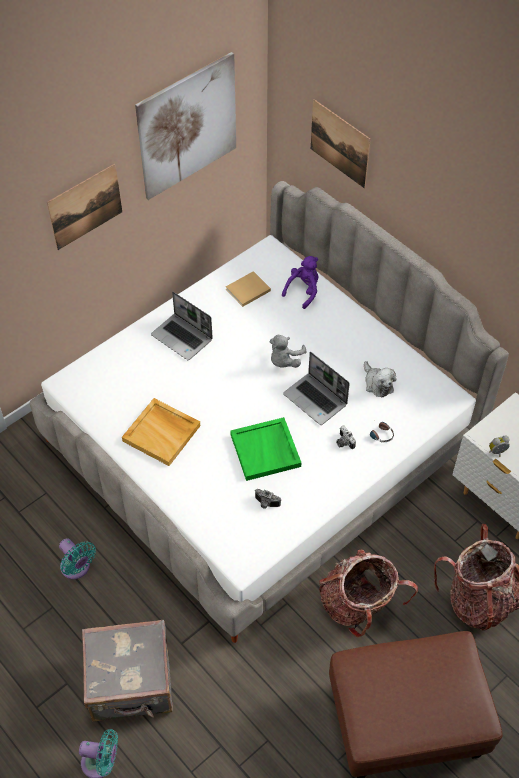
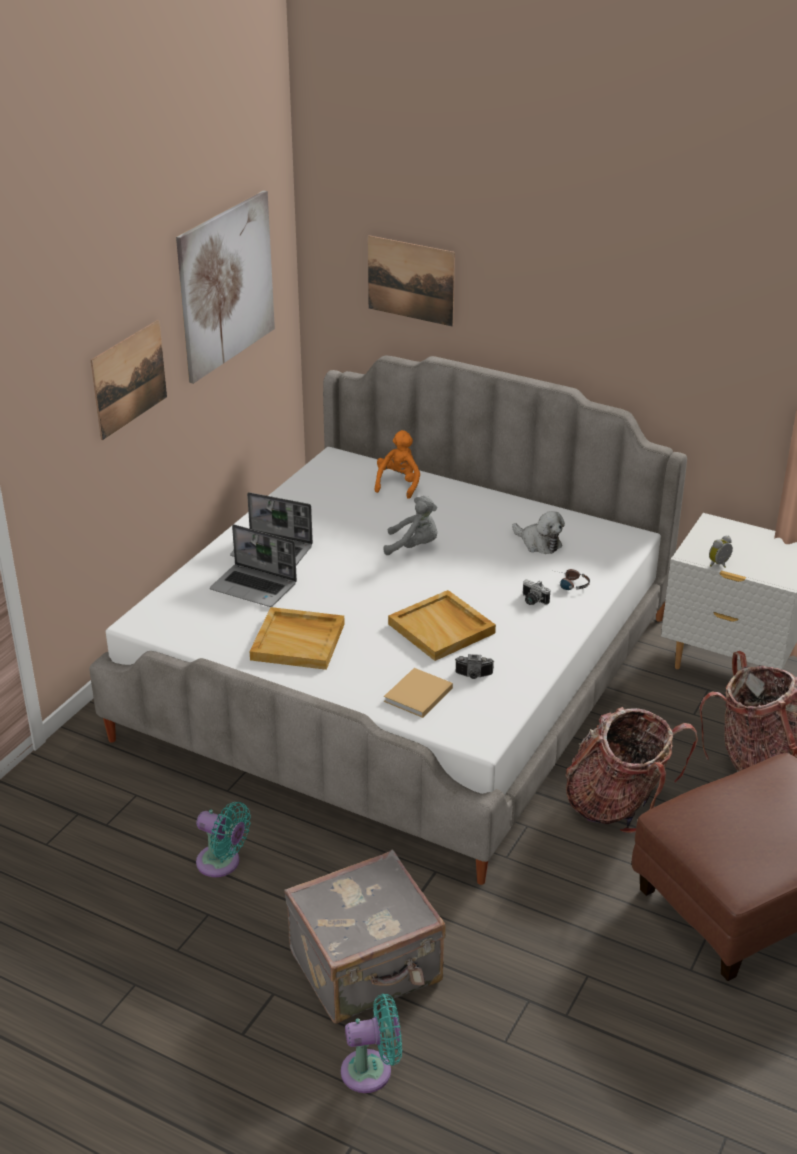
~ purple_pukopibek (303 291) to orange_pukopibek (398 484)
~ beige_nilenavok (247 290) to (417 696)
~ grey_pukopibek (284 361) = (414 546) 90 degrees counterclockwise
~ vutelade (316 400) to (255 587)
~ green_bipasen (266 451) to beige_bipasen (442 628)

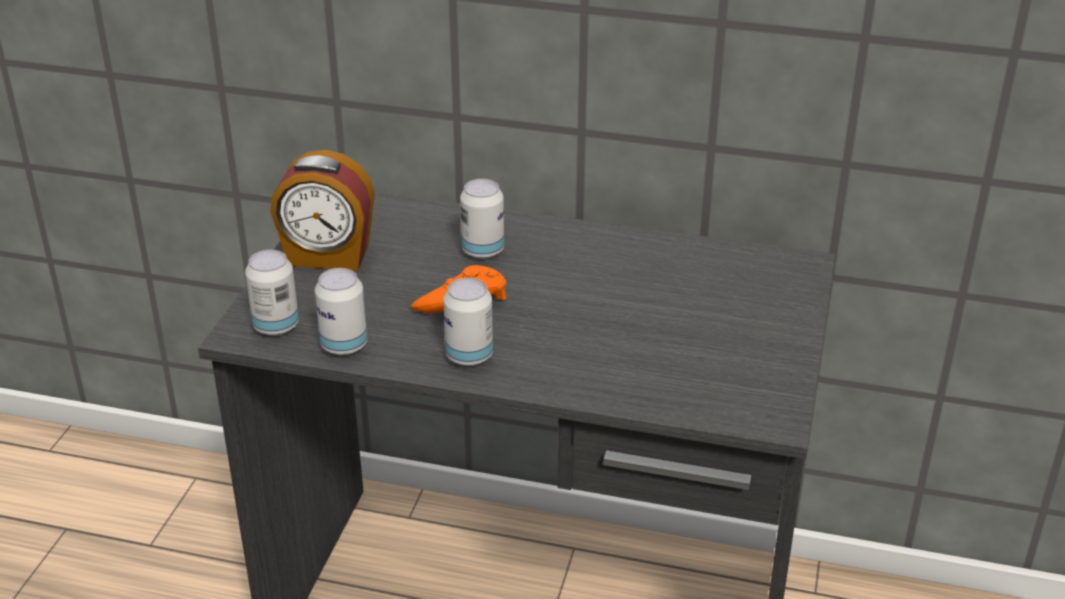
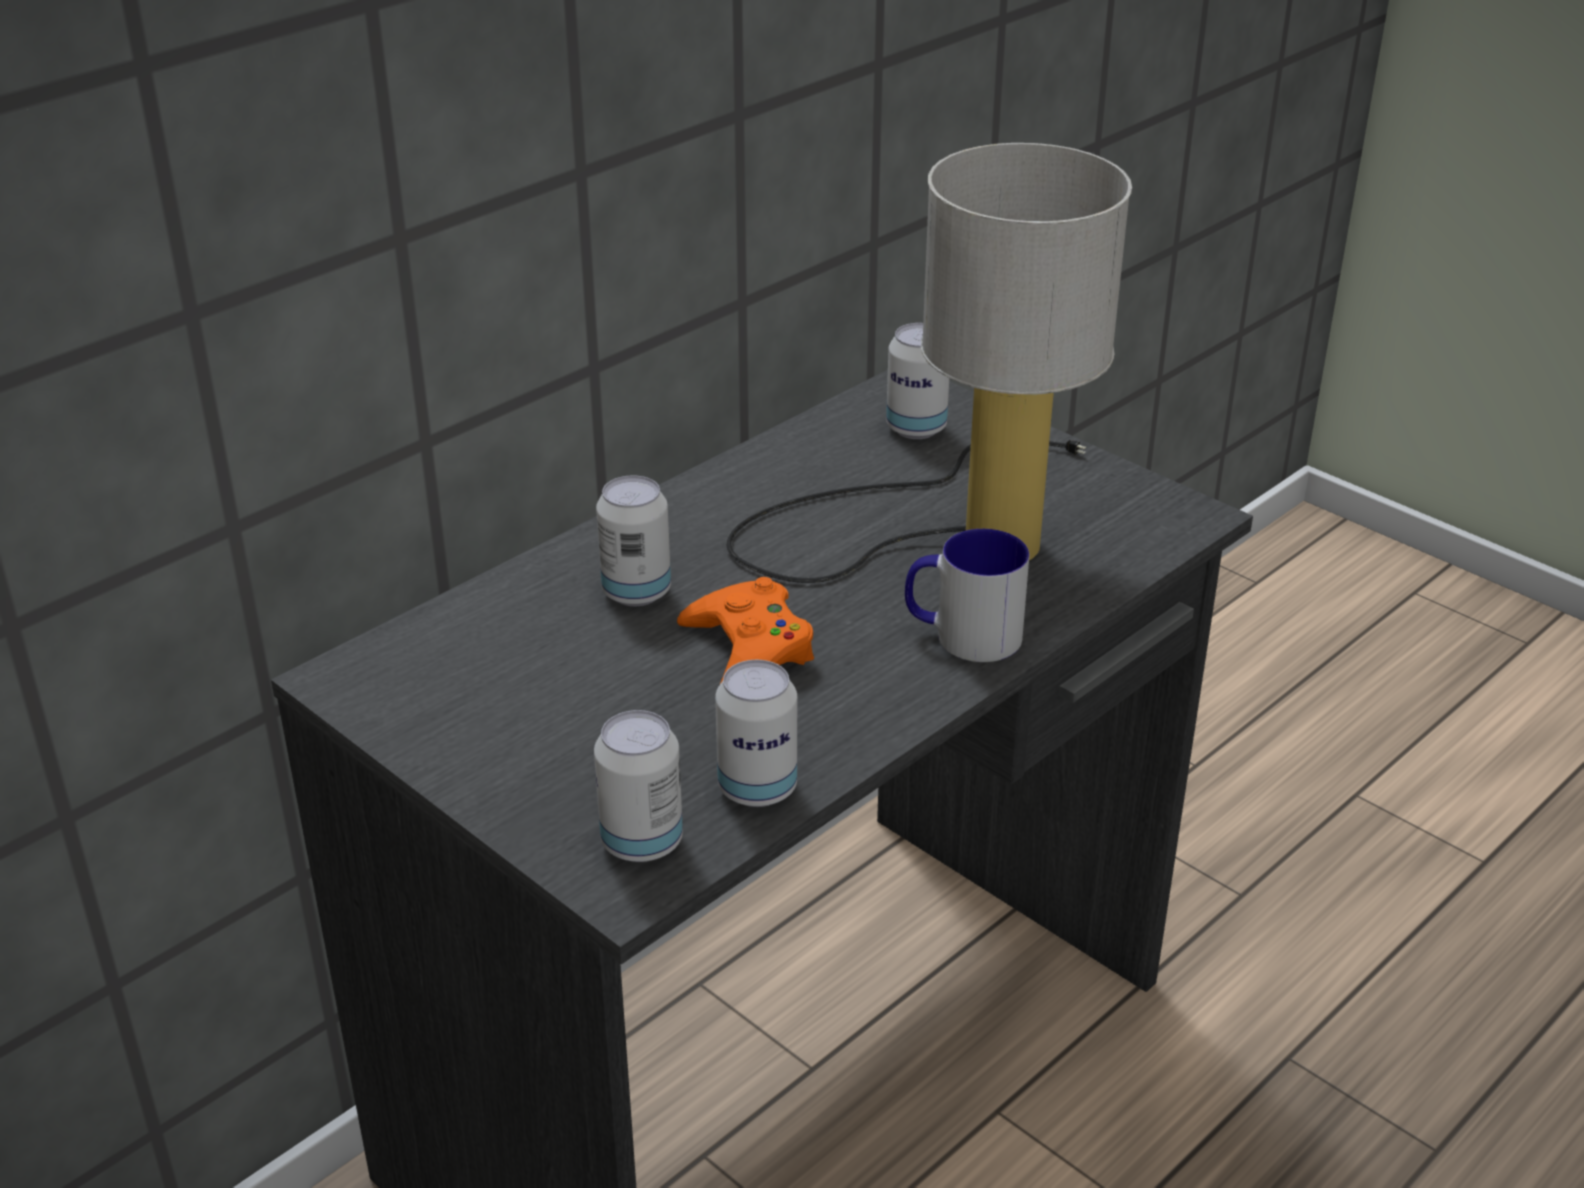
- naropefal (328 257)
~ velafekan (469 356) to (916 428)
+ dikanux (956 529)
+ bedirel (962 635)

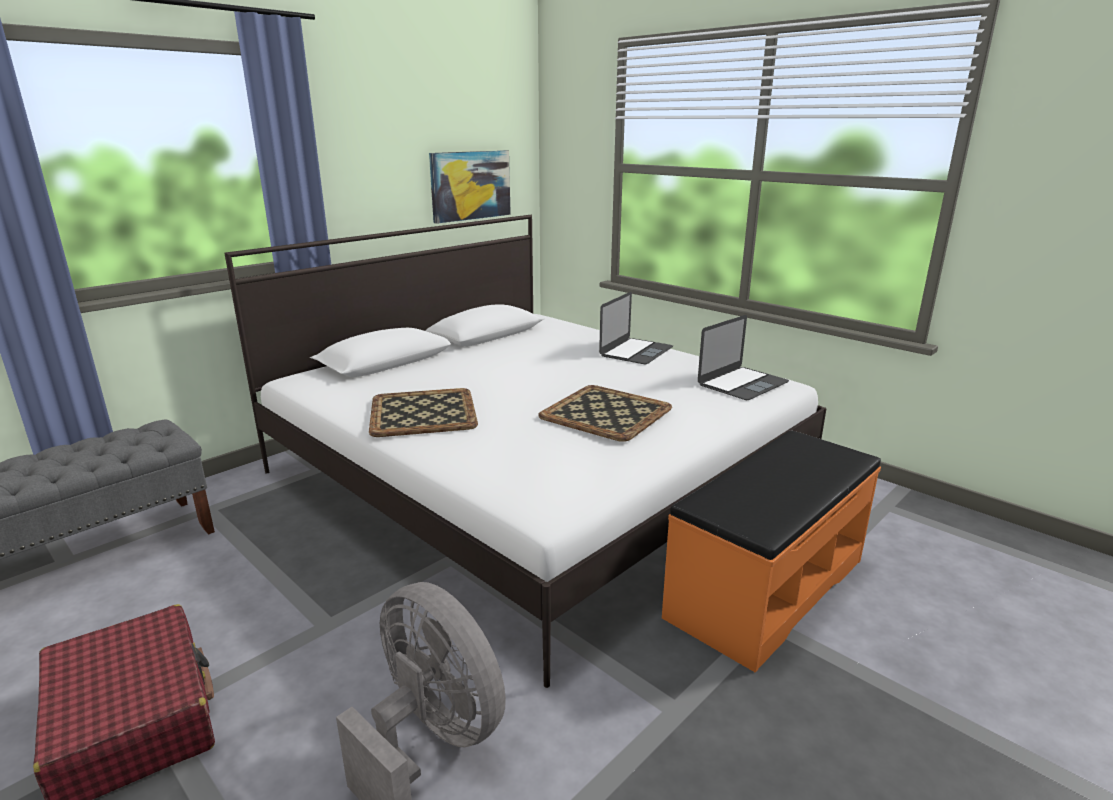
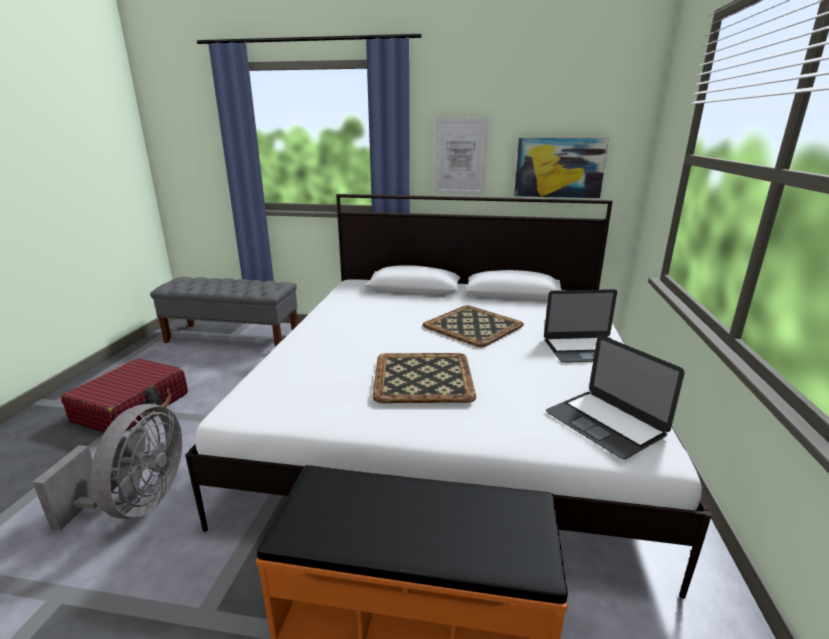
~ vutelade (742 383) = (605 423) 45 degrees clockwise
~ bipasen (424 412) to (474 326)
+ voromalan (460 156)

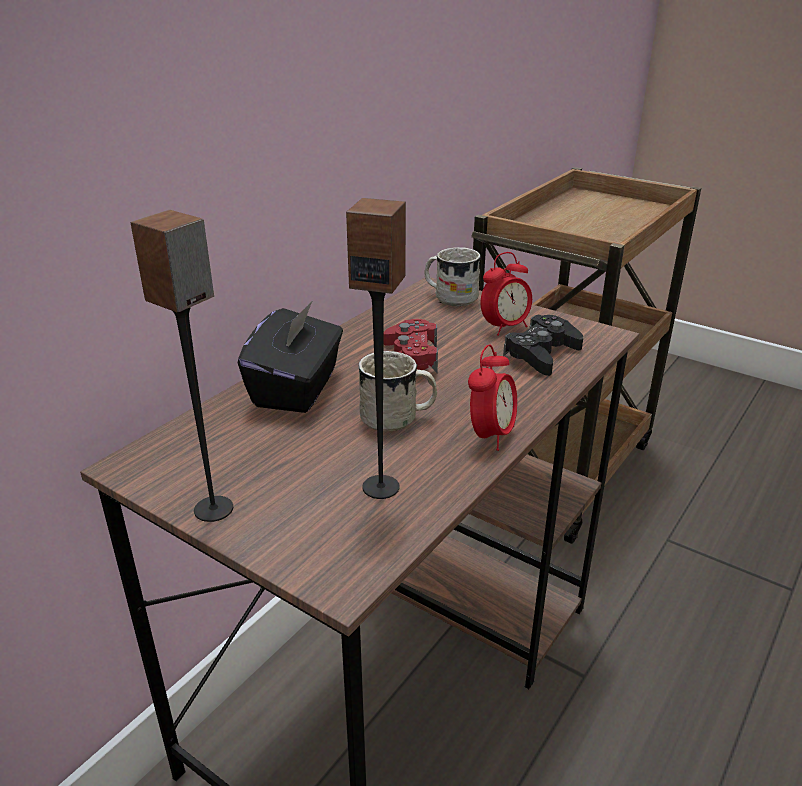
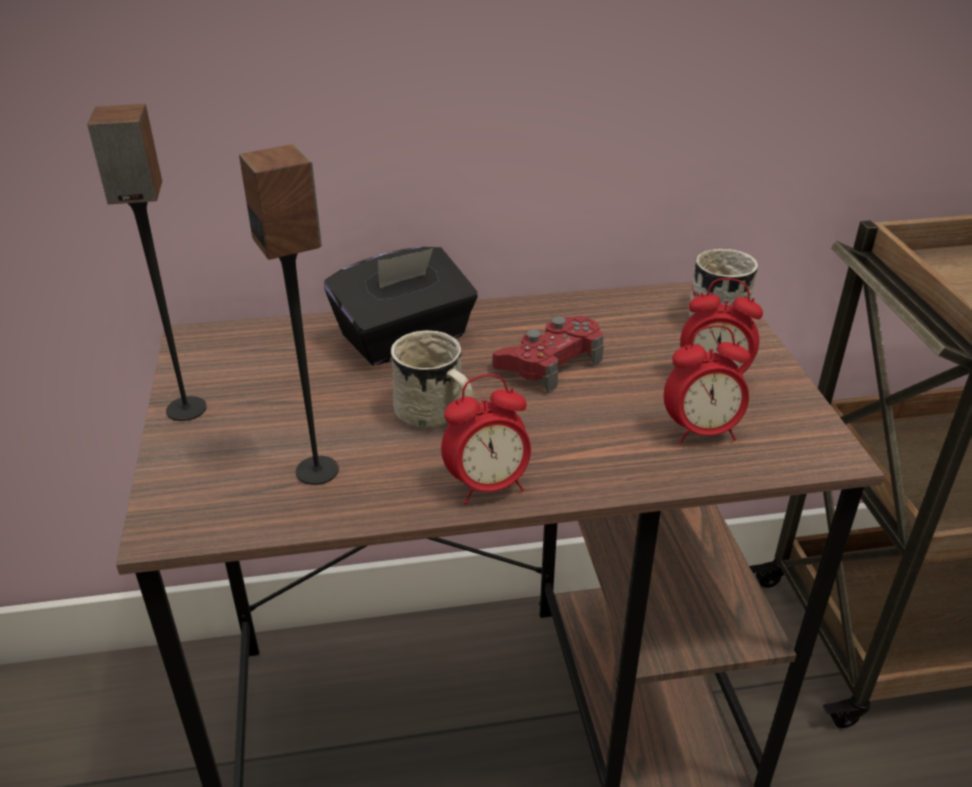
~ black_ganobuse (541 354) to naropefal (701 432)

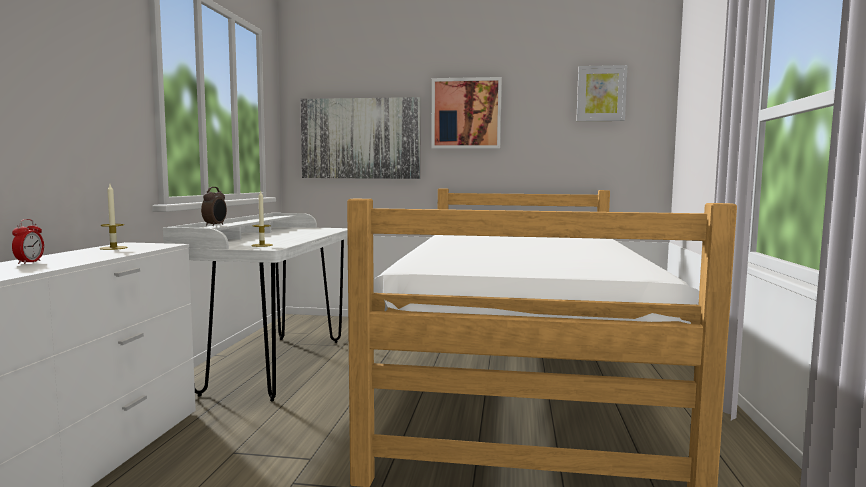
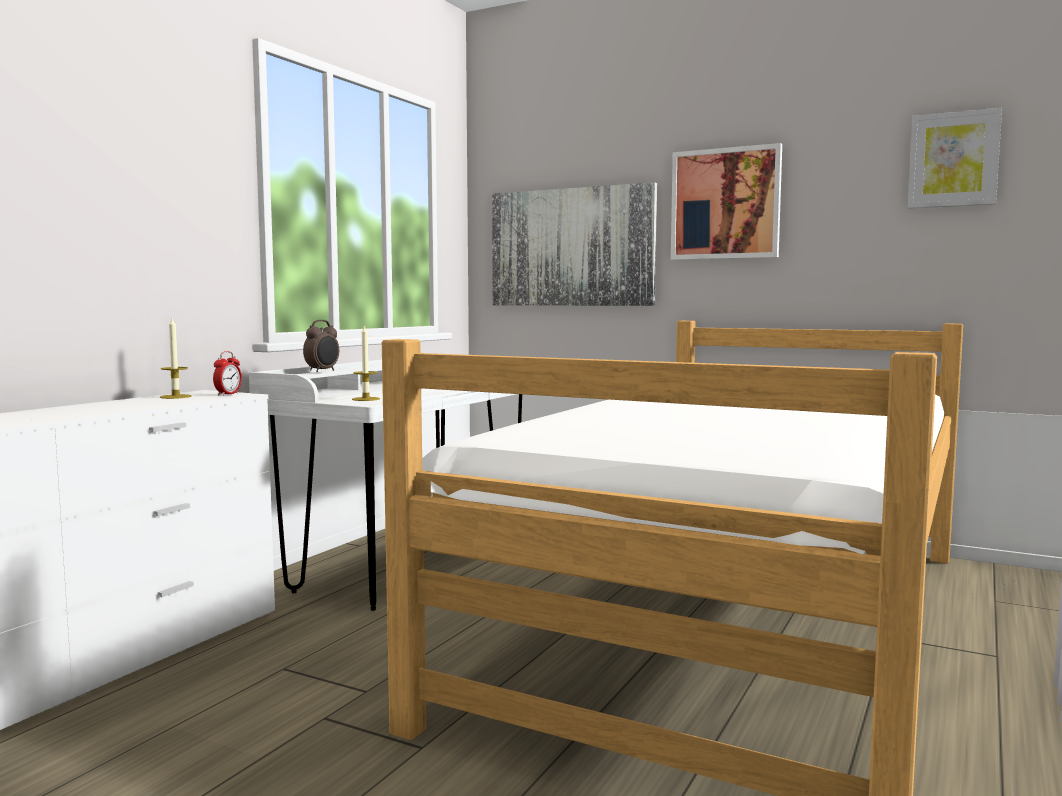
~ naropefal (29 262) to (228 394)

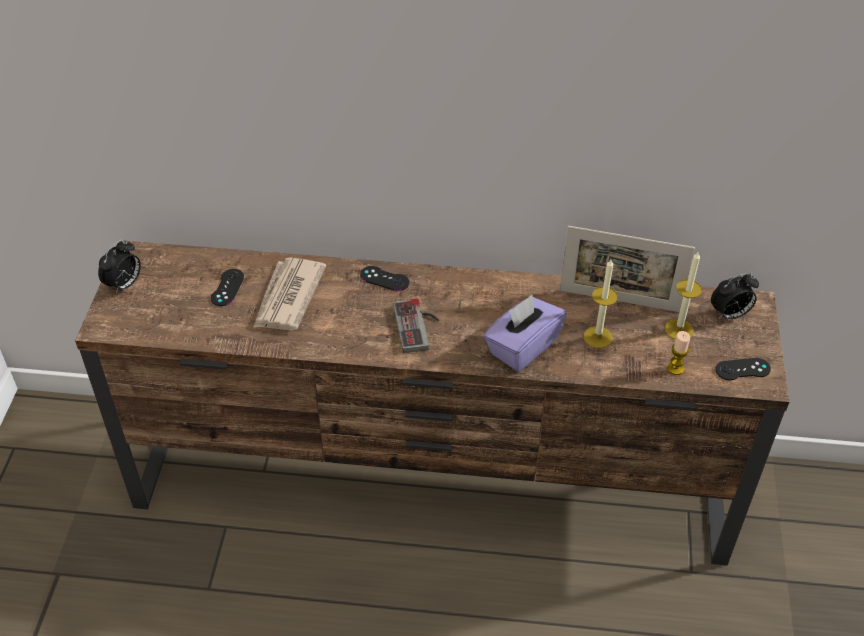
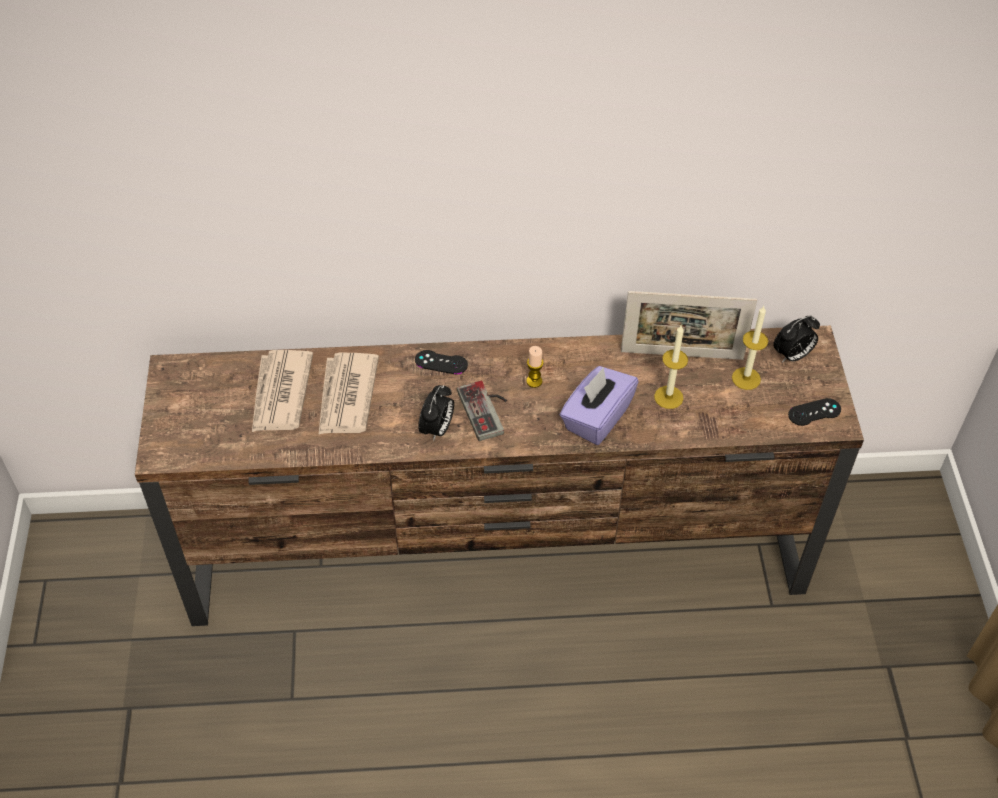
~ naropefal (124 285) to (437 429)
~ black_ganobuse (227 287) to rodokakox (280 394)
~ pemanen (675 368) to (534 381)

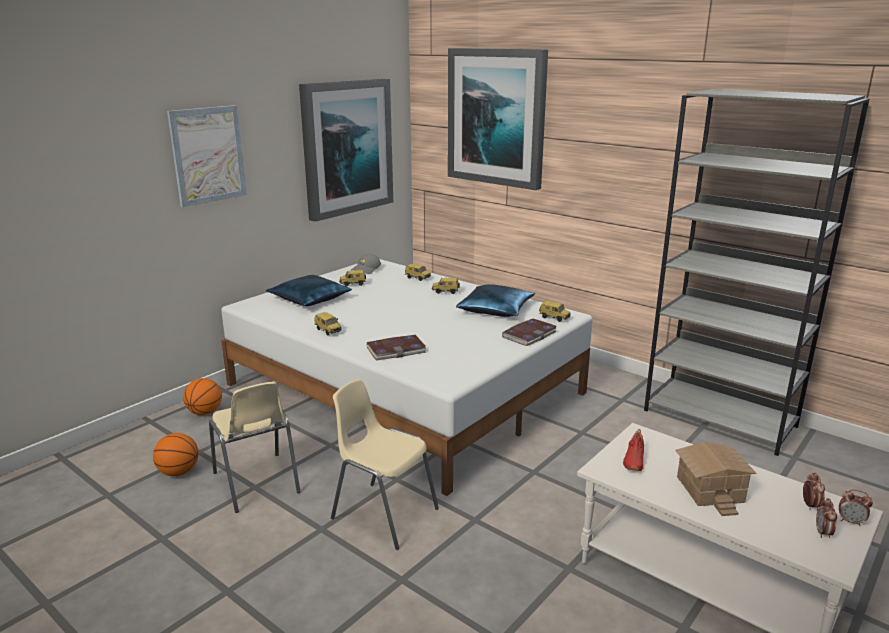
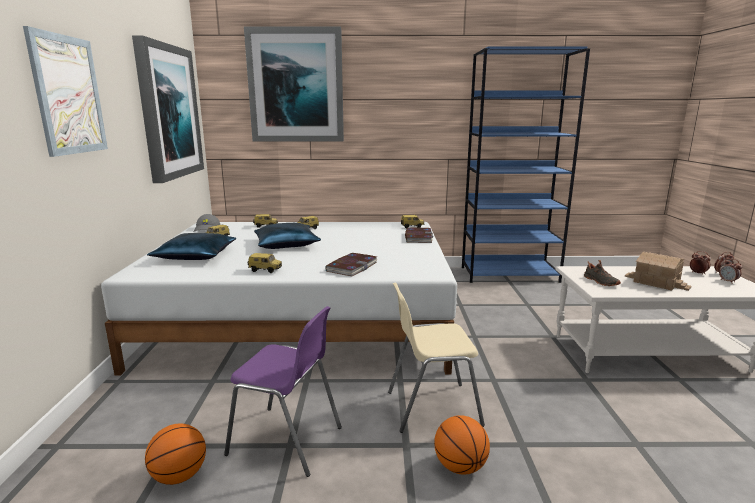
~ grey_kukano (720 418) to blue_kukano (509 274)
~ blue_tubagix (496 309) to (286 244)
~ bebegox (205 412) to (460 466)
~ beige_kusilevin (256 483) to purple_kusilevin (287 441)
~ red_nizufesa (633 460) to black_nizufesa (600 282)

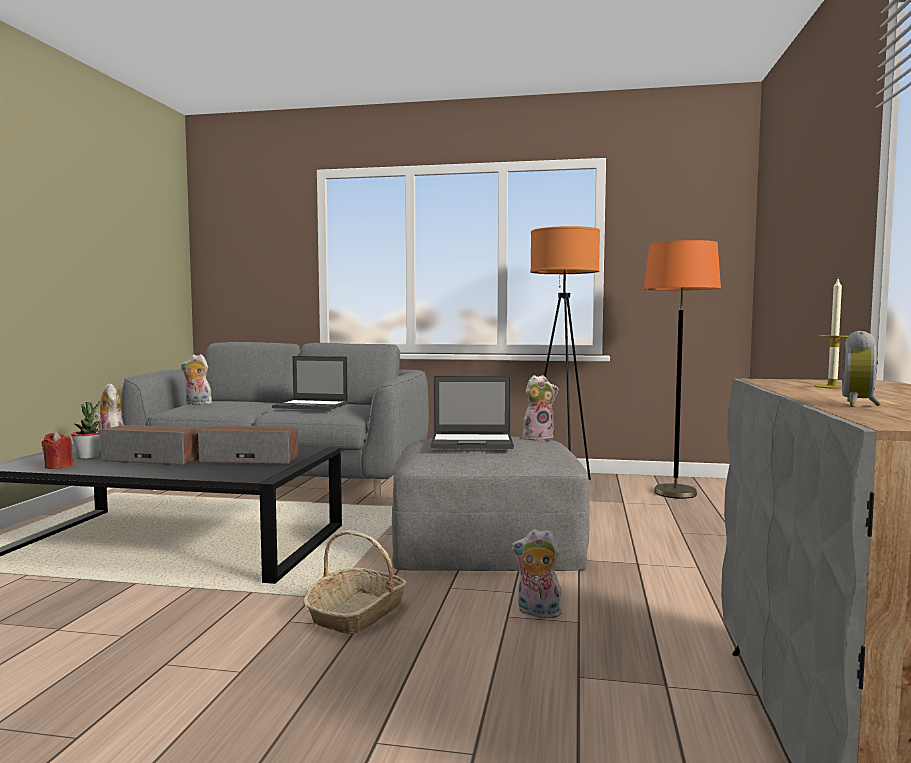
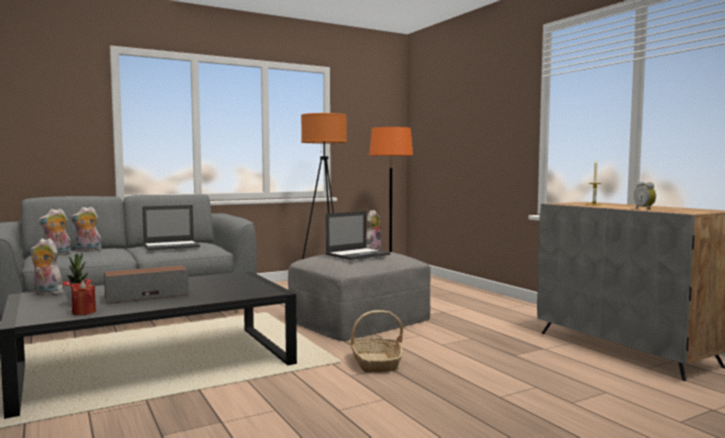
- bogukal (250 459)
~ pukopibek (537 613) to (87 251)

